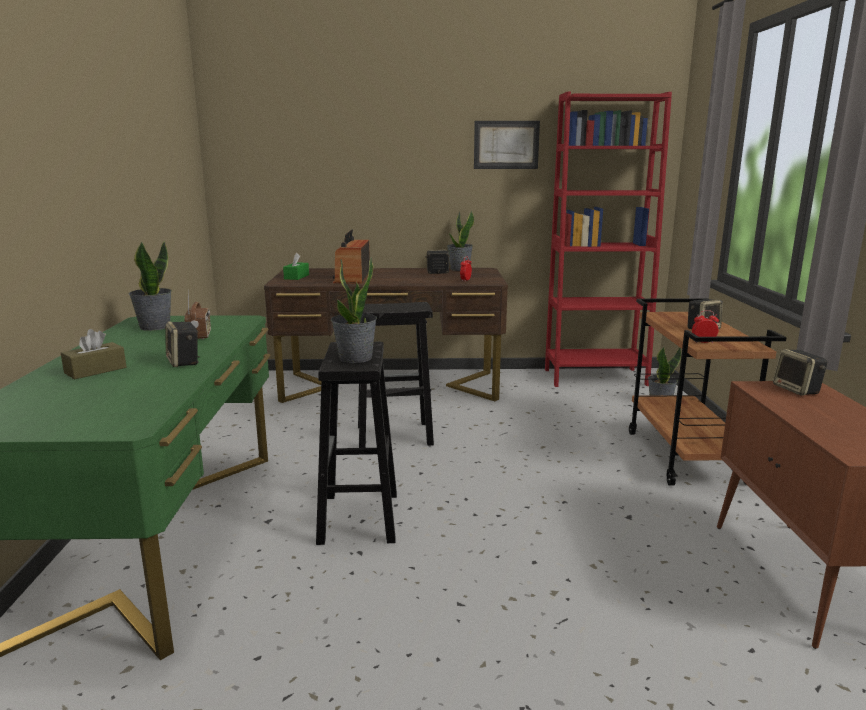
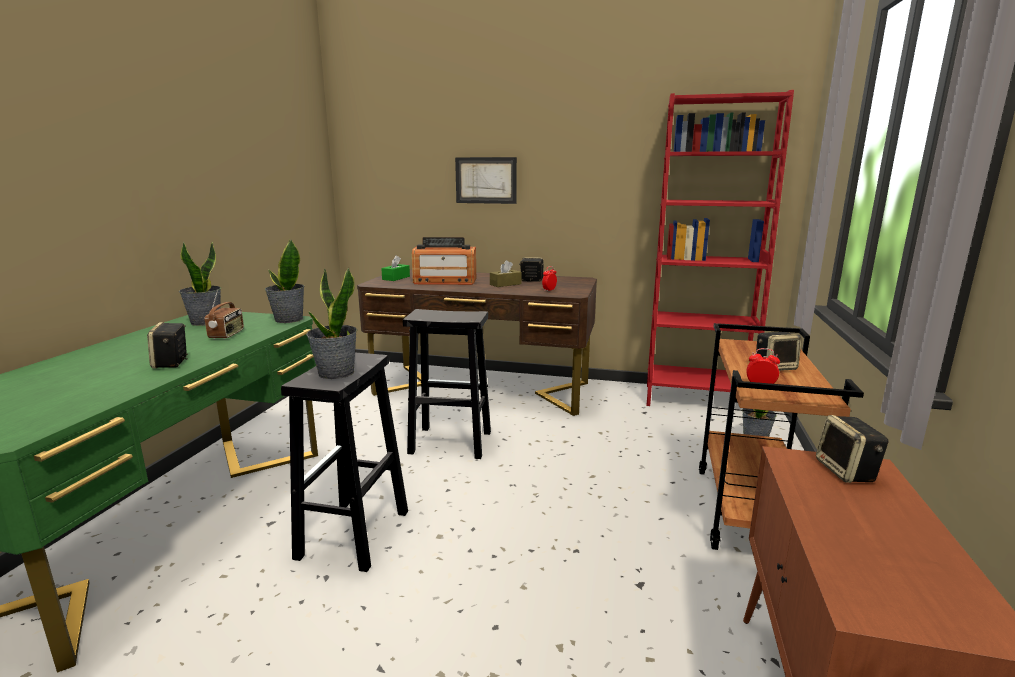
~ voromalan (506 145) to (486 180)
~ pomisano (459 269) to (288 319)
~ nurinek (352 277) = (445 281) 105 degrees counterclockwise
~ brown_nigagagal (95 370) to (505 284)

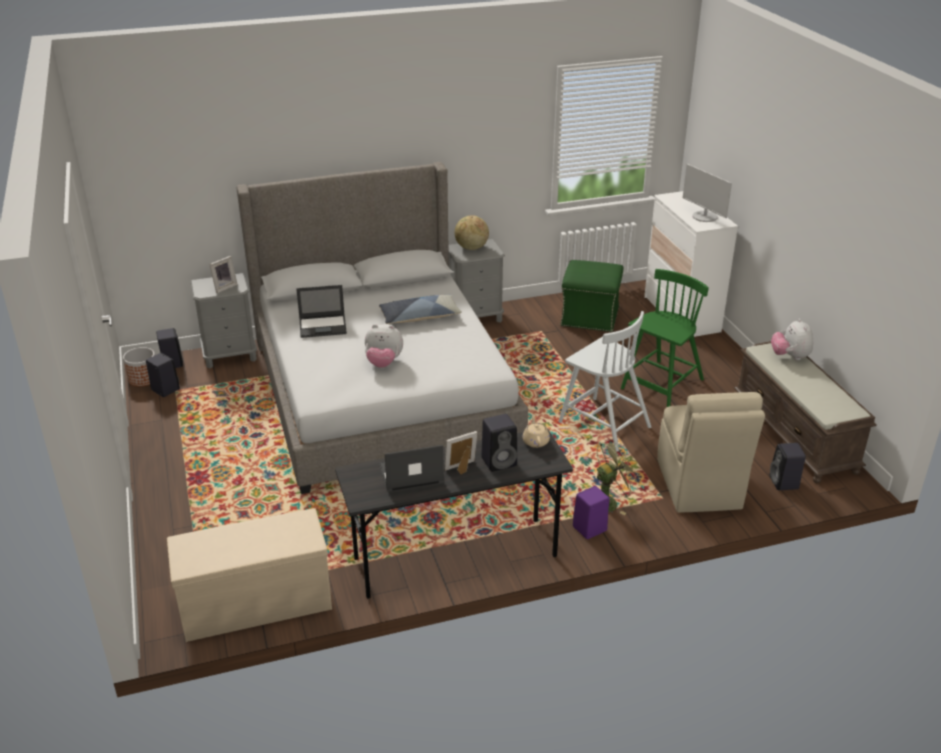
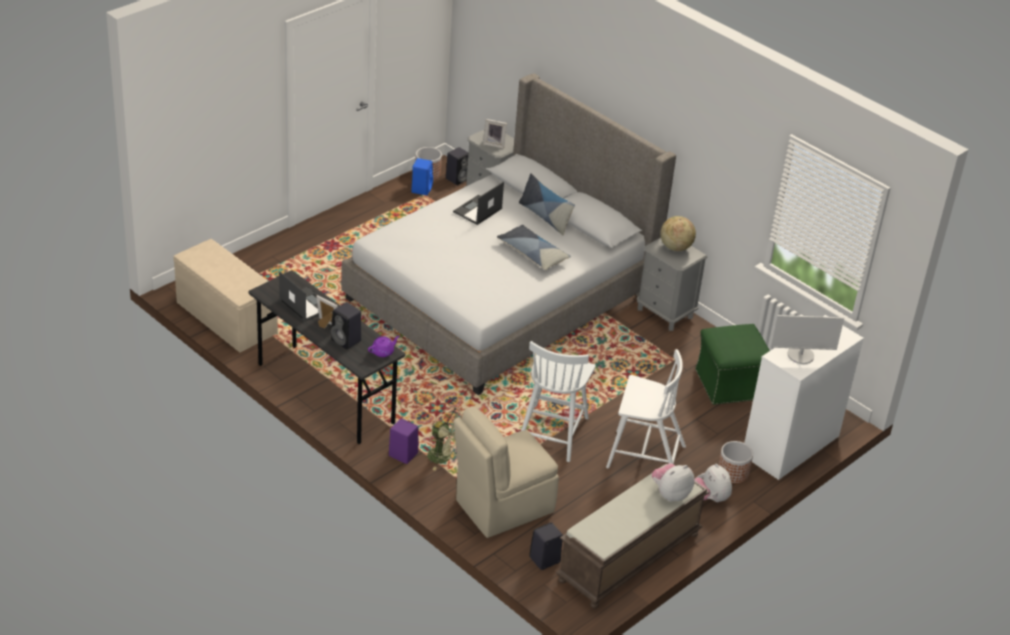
~ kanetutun (704 217) = (801 355) 120 degrees counterclockwise
~ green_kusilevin (662 385) to white_kusilevin (644 456)
~ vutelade (323 326) = (477 210) 75 degrees clockwise
~ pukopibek (383 363) to (710 498)
~ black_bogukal (164 389) to blue_bogukal (421 189)
~ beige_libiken (535 441) to purple_libiken (383 352)
+ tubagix (545 217)
+ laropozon (733 473)

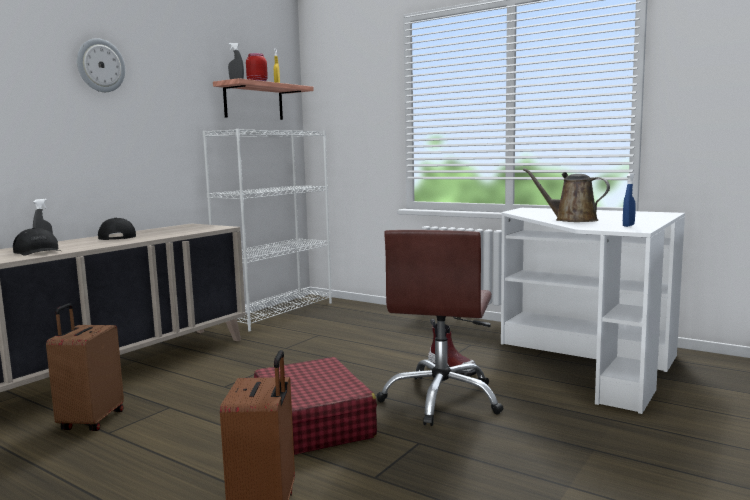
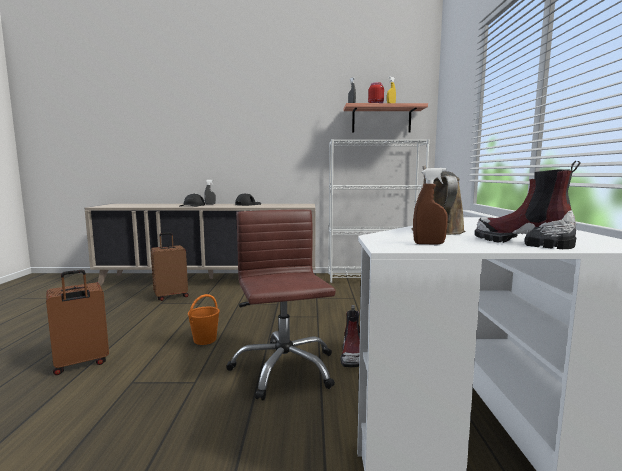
- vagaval (100 65)
~ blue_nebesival (628 225) to brown_nebesival (429 244)
~ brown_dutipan (442 399) = (283 369) 90 degrees clockwise
~ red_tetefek (313 423) to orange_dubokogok (204 340)
+ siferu (521 242)

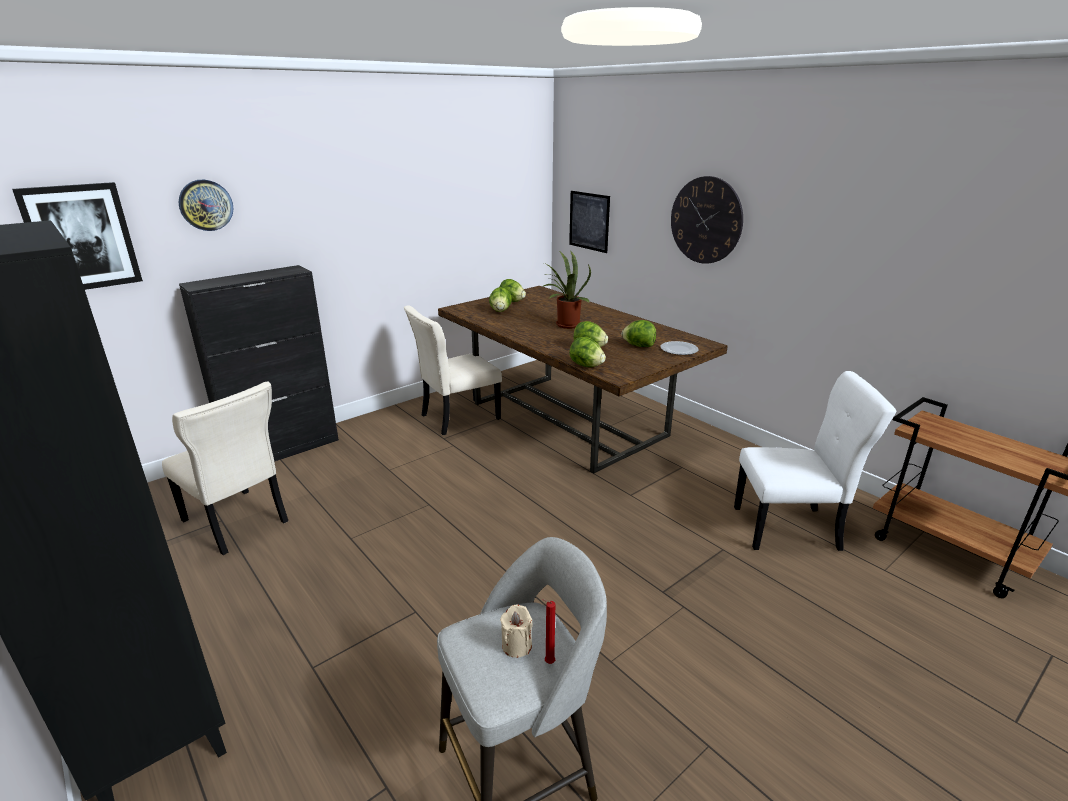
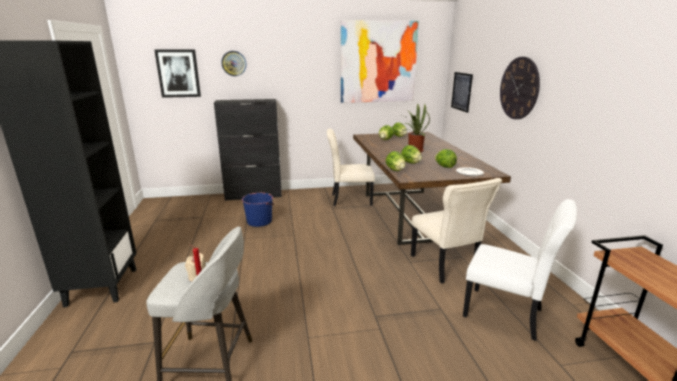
~ beige_kusilevin (237 523) to (445 266)
+ voromalan (378 62)
+ blue_dubokogok (259 221)

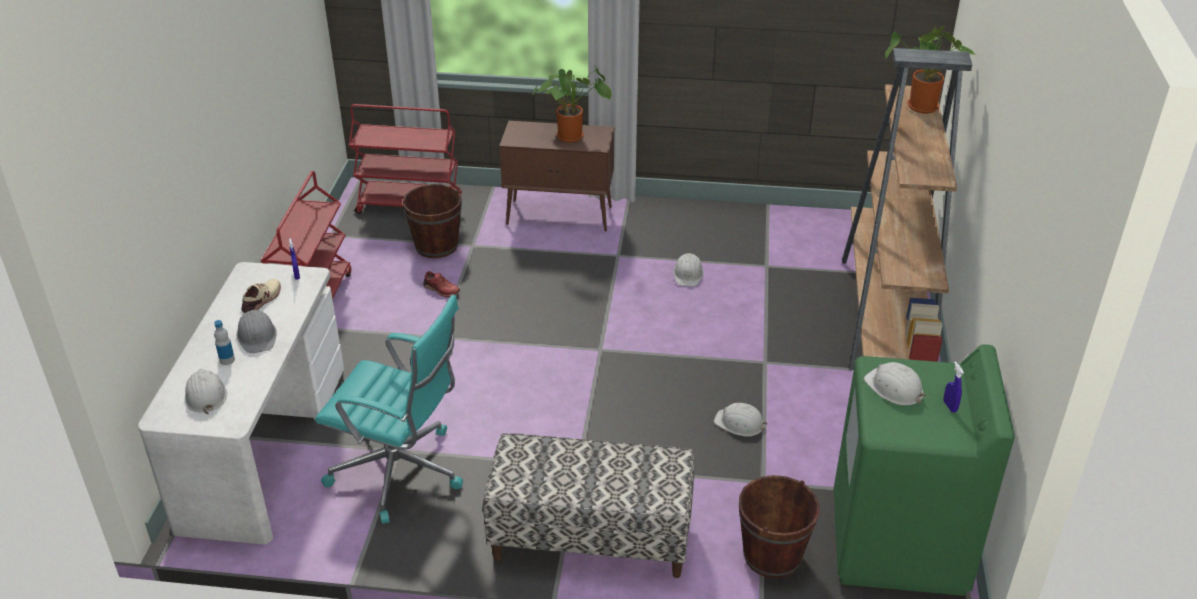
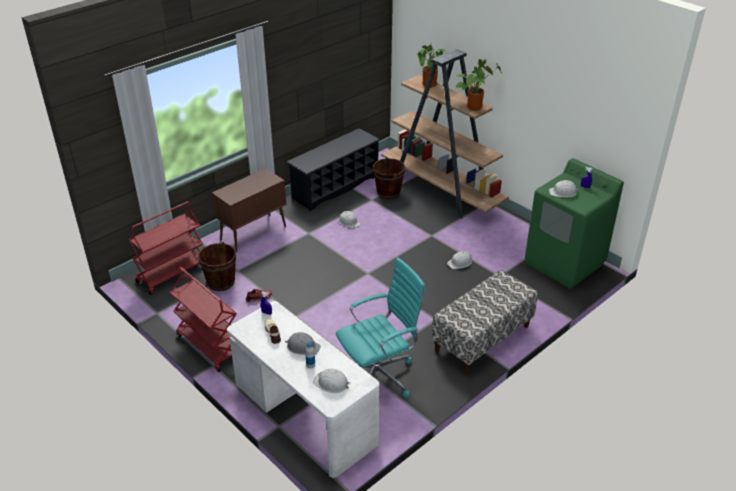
~ pomisano (573 136) to (475 106)
~ brown_dubokogok (772 556) to (388 192)
+ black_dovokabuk (335 187)

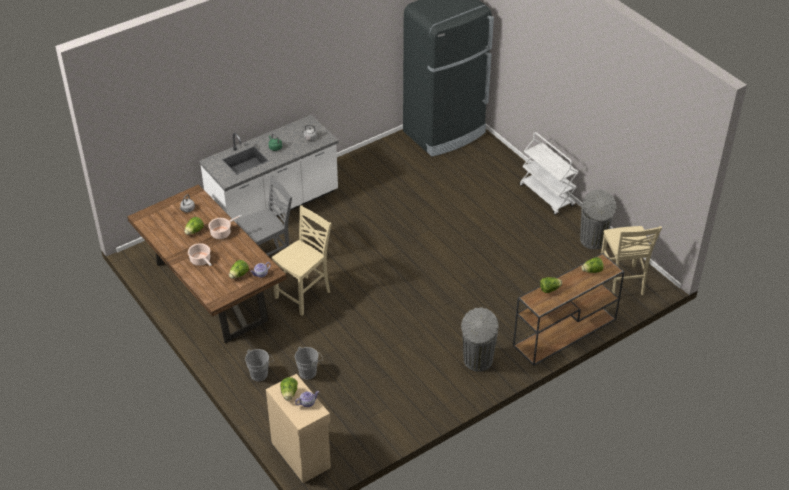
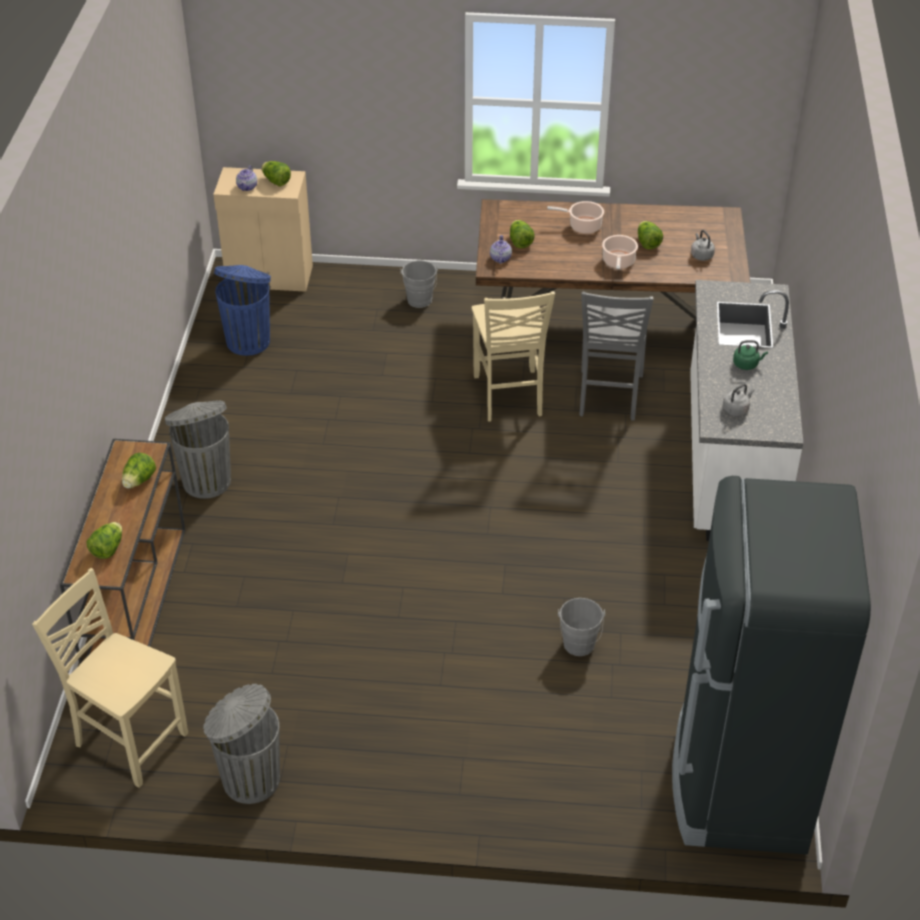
- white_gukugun (547 196)
~ grey_dubokogok (309 371) to (579 647)
+ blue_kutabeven (249 340)

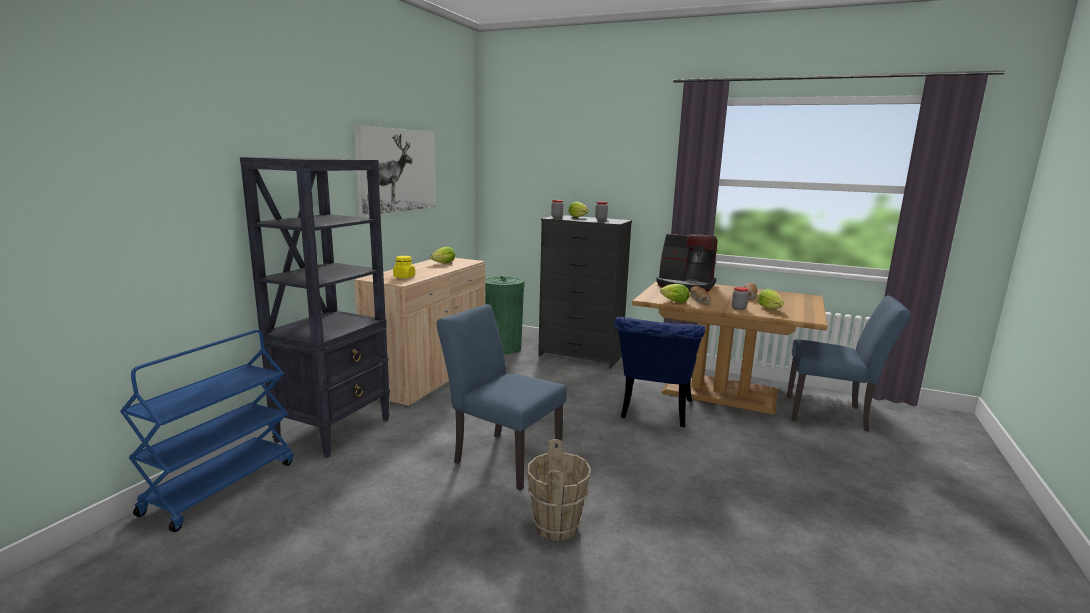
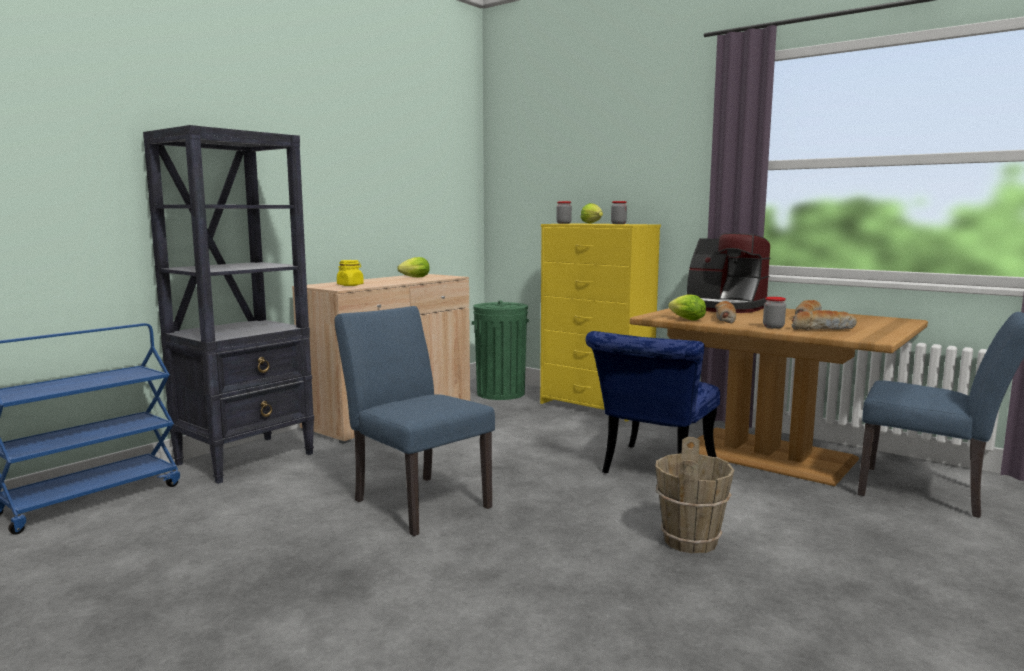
- voromalan (397 170)
~ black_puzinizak (581 356) to yellow_puzinizak (596 406)
~ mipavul (770 309) to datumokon (822 329)
~ brown_dubokogok (557 526) to (691 541)

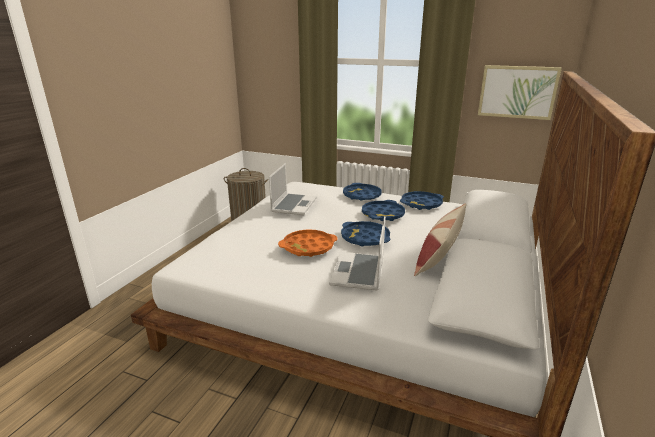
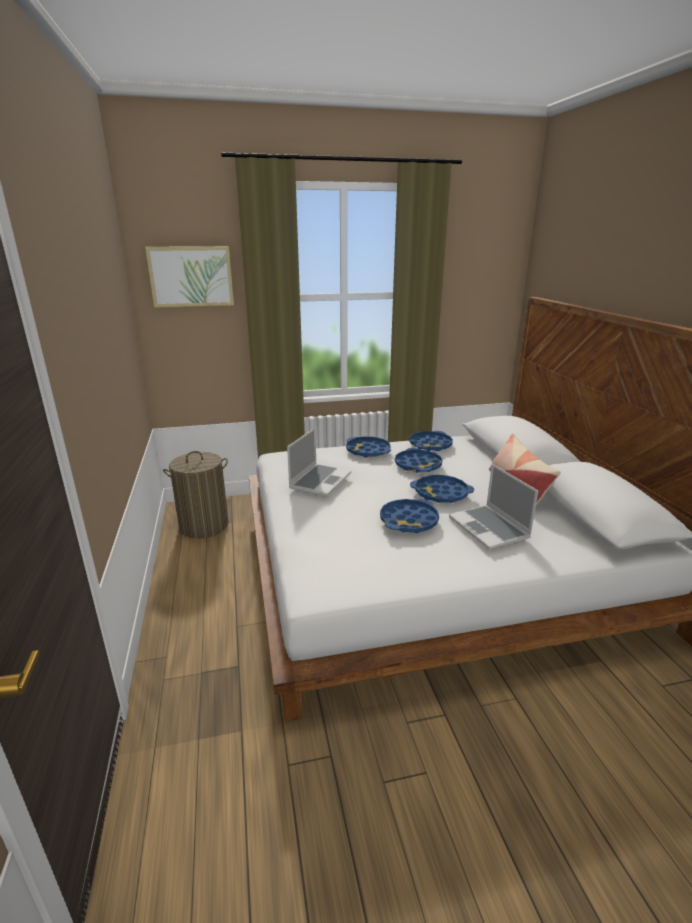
~ voromalan (517 92) to (191 276)
~ vutelade (293 205) = (320 480) 45 degrees clockwise
~ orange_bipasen (308 247) to blue_bipasen (409 521)

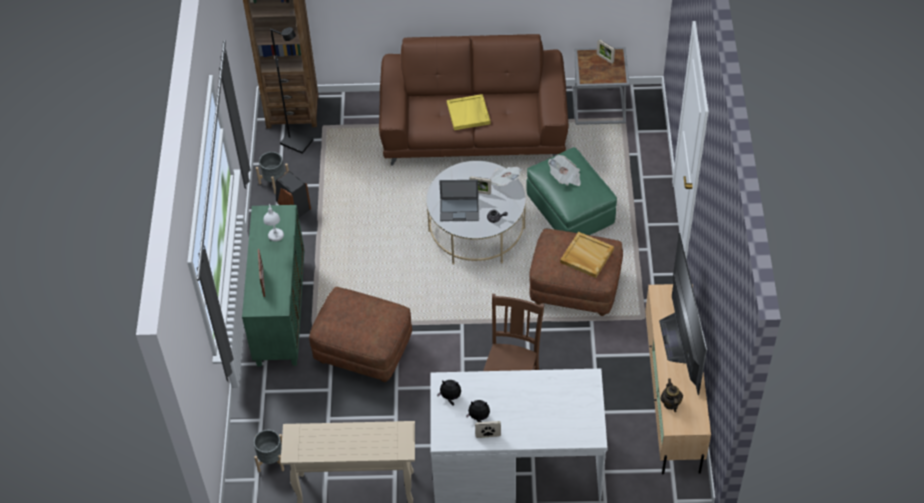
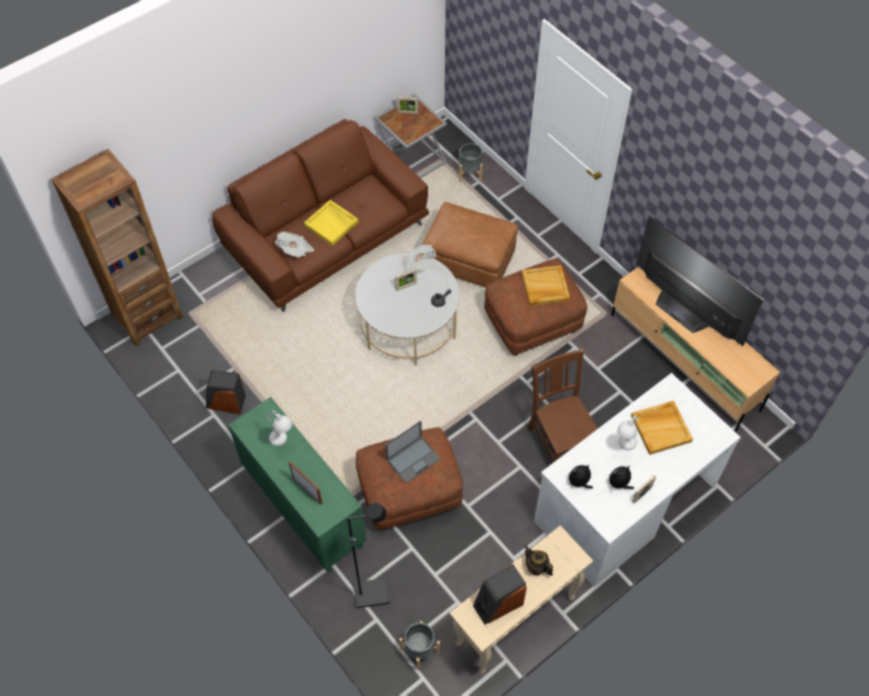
~ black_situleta (297 142) to (372 593)
~ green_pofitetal (570 211) to brown_pofitetal (469 261)
~ grey_laropozon (274 182) to (470 173)
~ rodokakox (565 177) to (295 250)
~ vutelade (460 209) to (413 459)
~ libiken (670 403) to (536 567)
+ beige_bipasen (661 428)
+ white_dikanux (623 447)
+ bogukal (498 604)

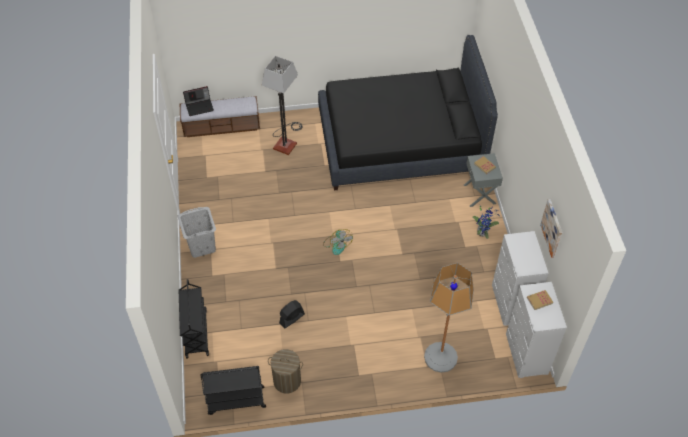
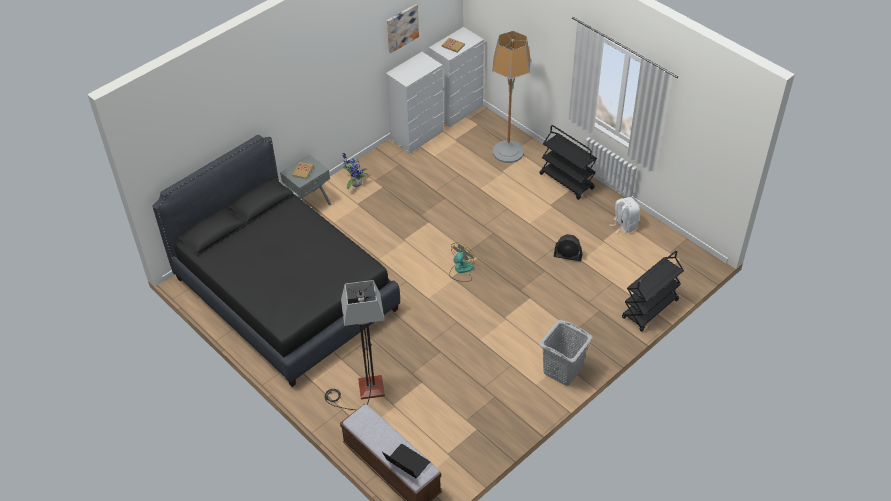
~ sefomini (287 381) to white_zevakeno (624 225)
~ black_gukugun (236 401) to (567 181)

